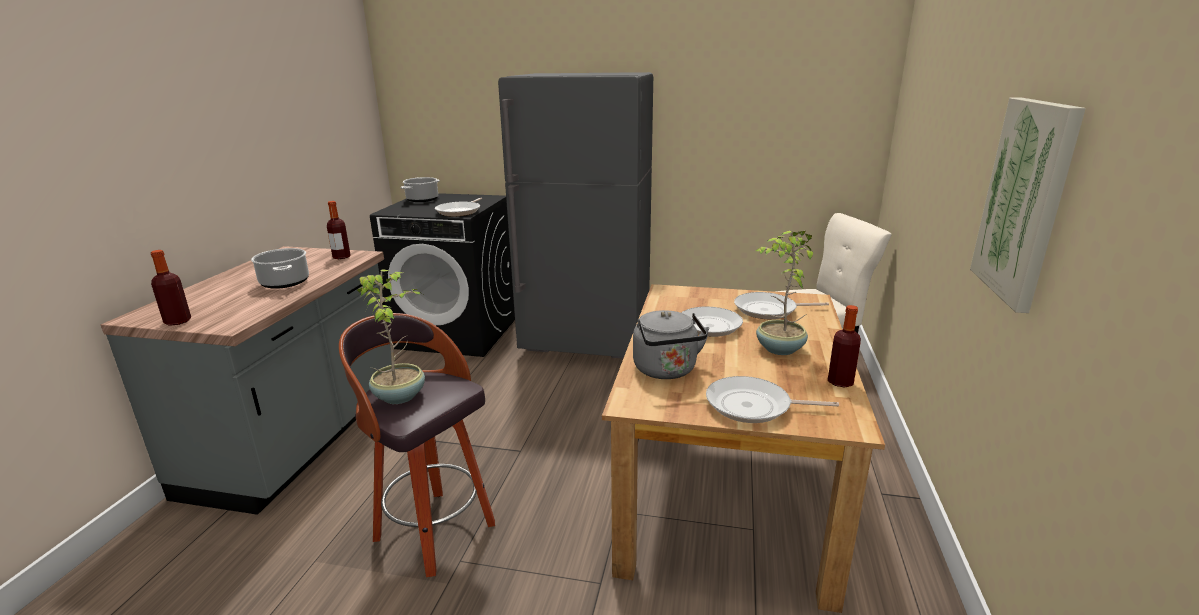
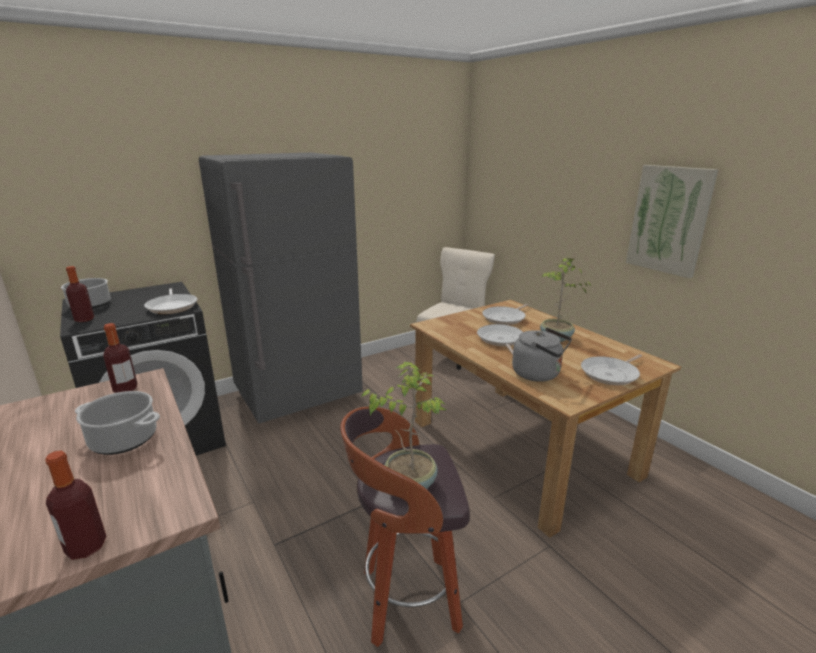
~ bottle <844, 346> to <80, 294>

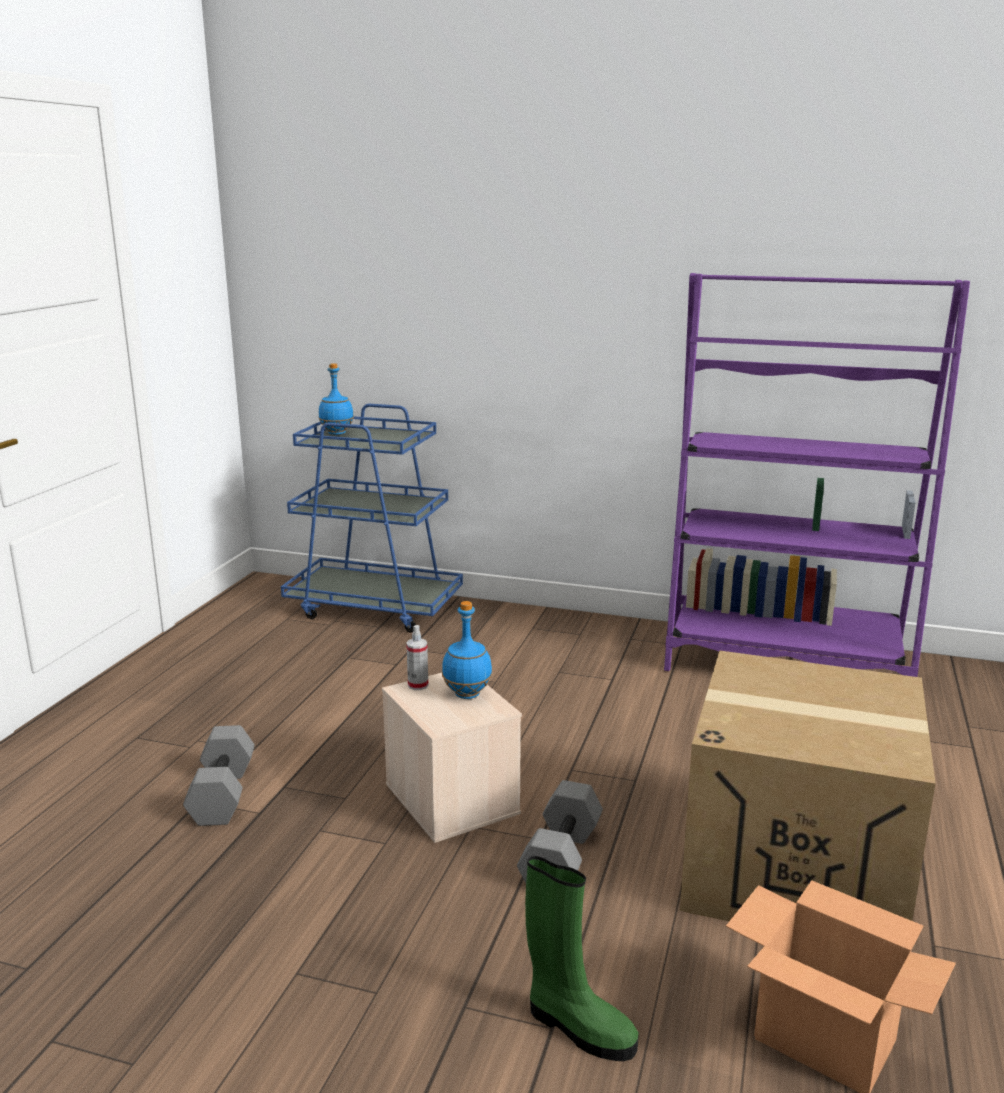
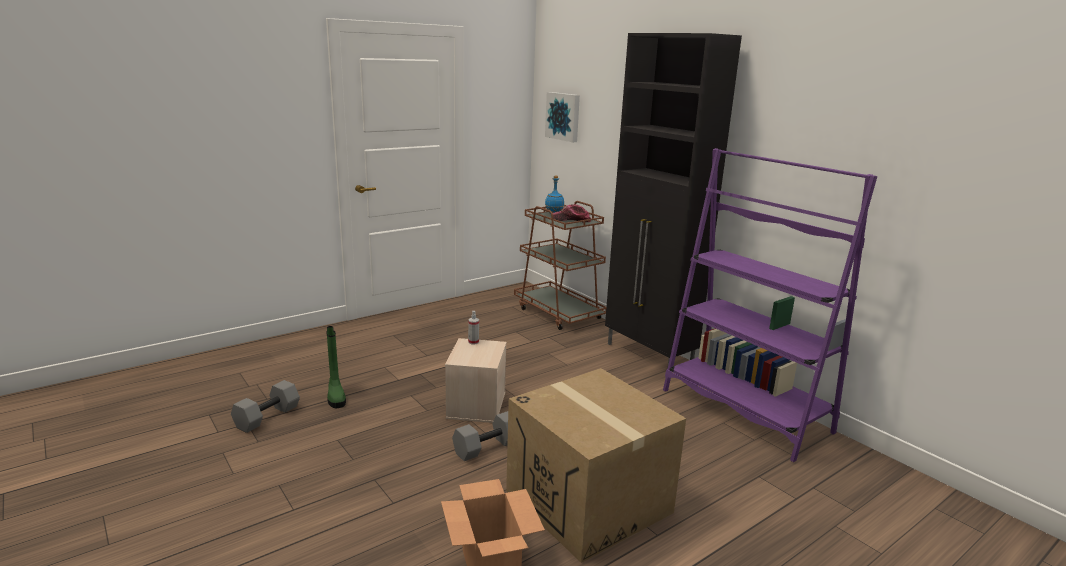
~ blue_cart <372, 518> to brown_cart <560, 265>
- blue_bottle <467, 650>
~ grey_dumbbell <219, 775> to <265, 406>
~ green_boot <582, 958> to <336, 367>
+ black_cabinet <673, 201>
+ picture <562, 117>
+ cap <572, 213>

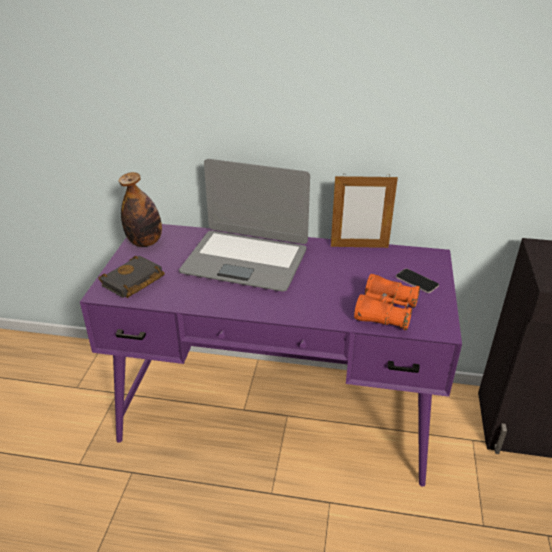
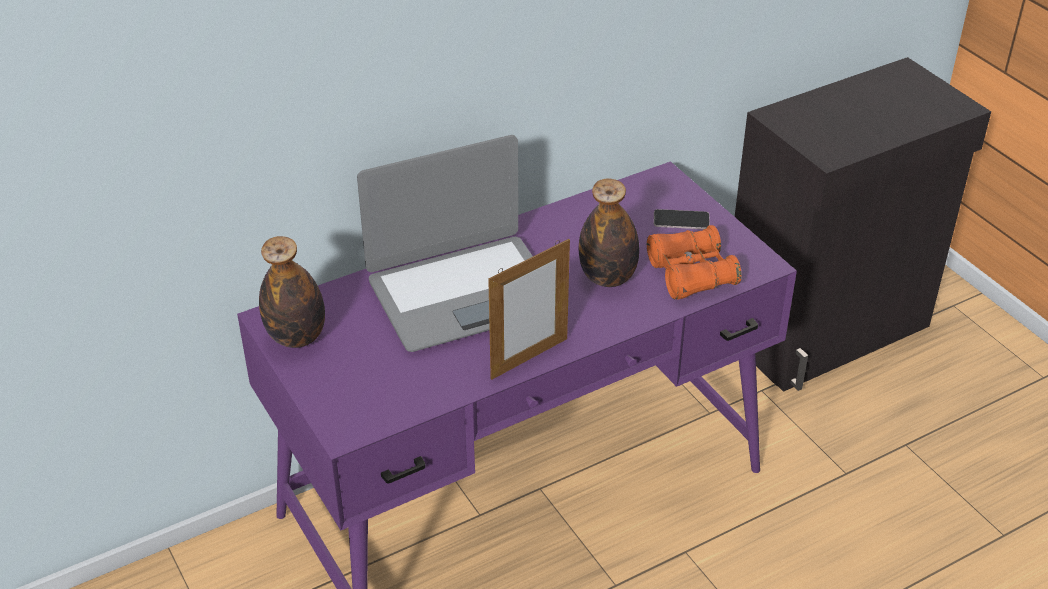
~ picture_frame <364, 211> to <529, 309>
- black_book <131, 277>
+ bottle <609, 232>

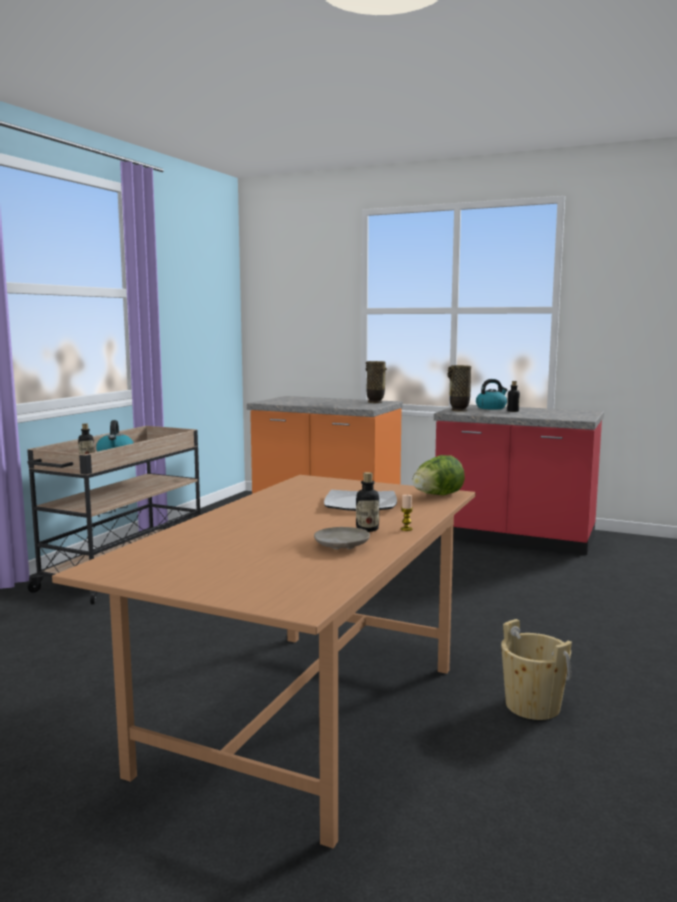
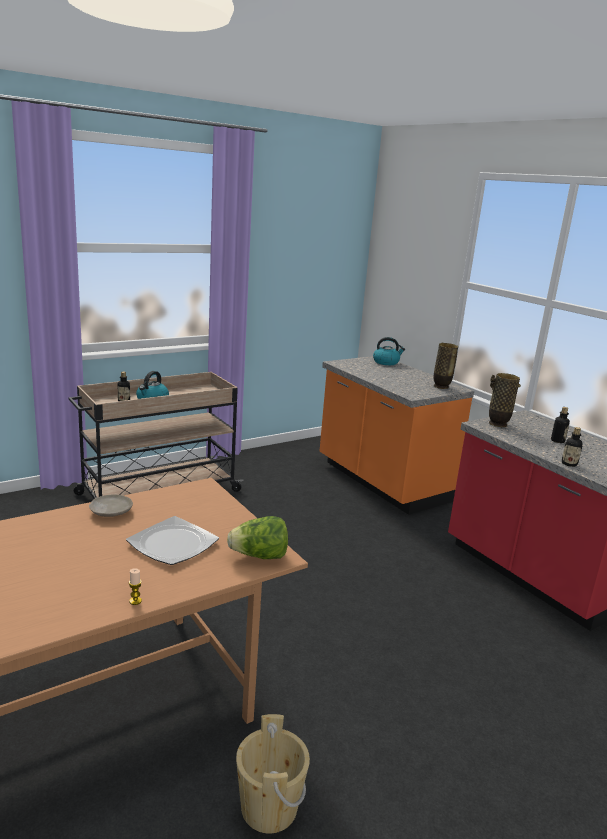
~ kettle <492, 394> to <389, 351>
~ bottle <367, 502> to <572, 447>
~ beige_plate <342, 538> to <111, 506>

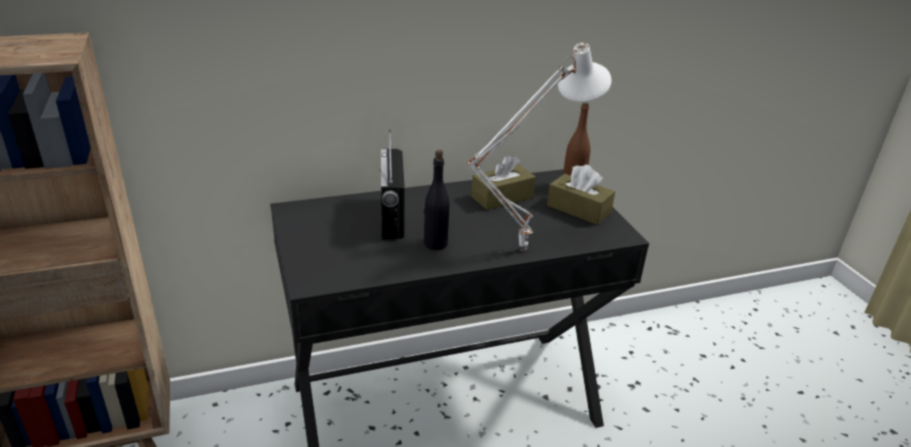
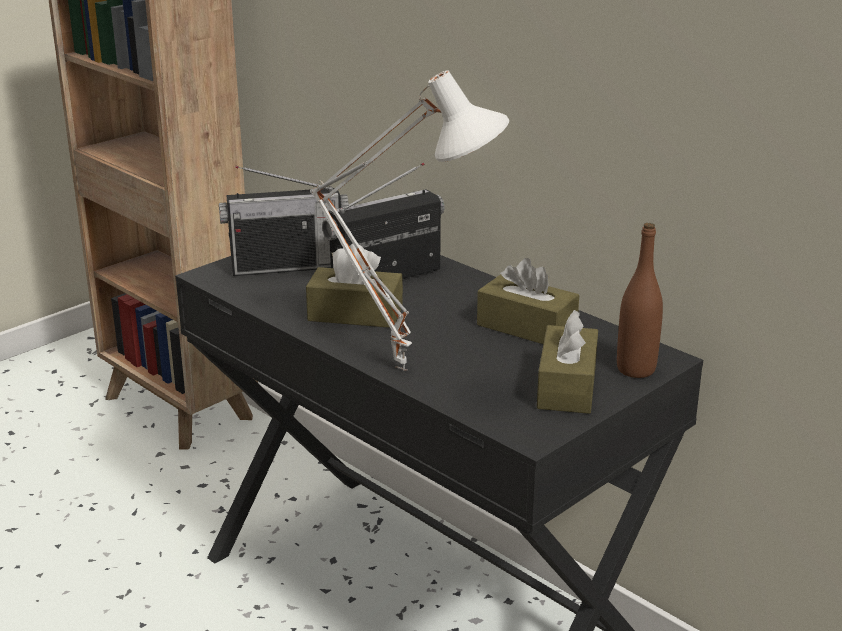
~ black_bottle <436, 200> to brown_tissue_box <354, 286>
+ radio <284, 221>

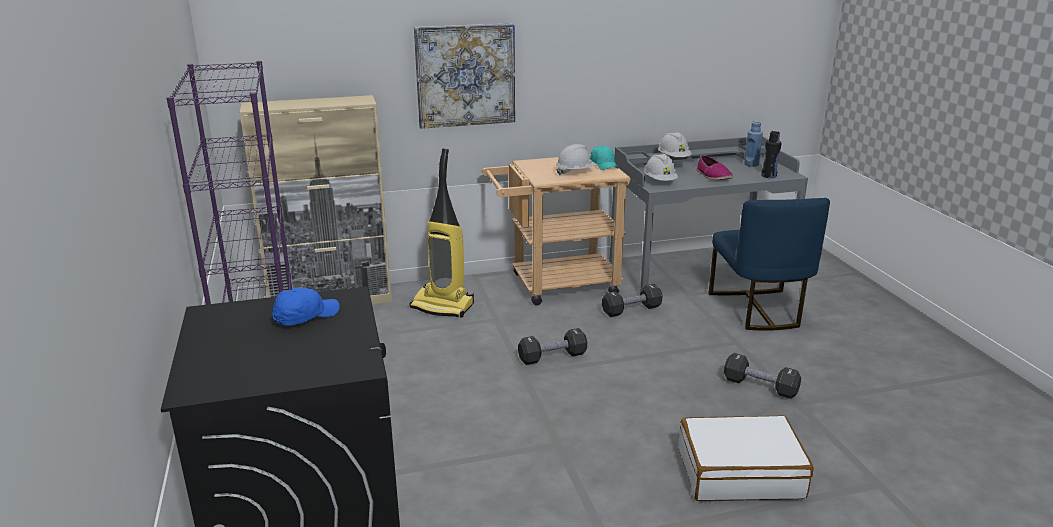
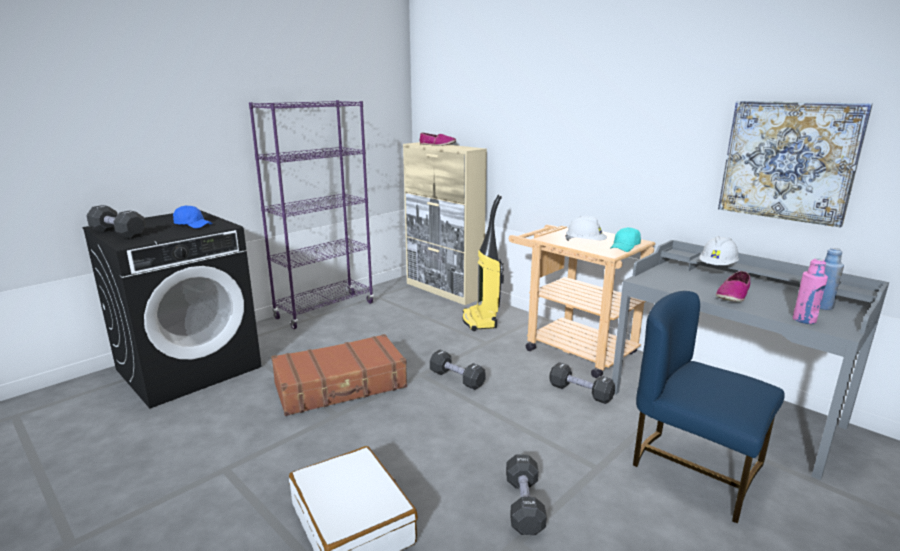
~ picture <464, 76> to <795, 164>
~ black_bottle <771, 154> to pink_bottle <810, 291>
- white_hard_hat <661, 167>
~ blue_chair <769, 264> = <709, 407> 75 degrees clockwise
+ shoe <438, 139>
+ black_dumbbell <116, 222>
+ brown_suitcase <339, 375>

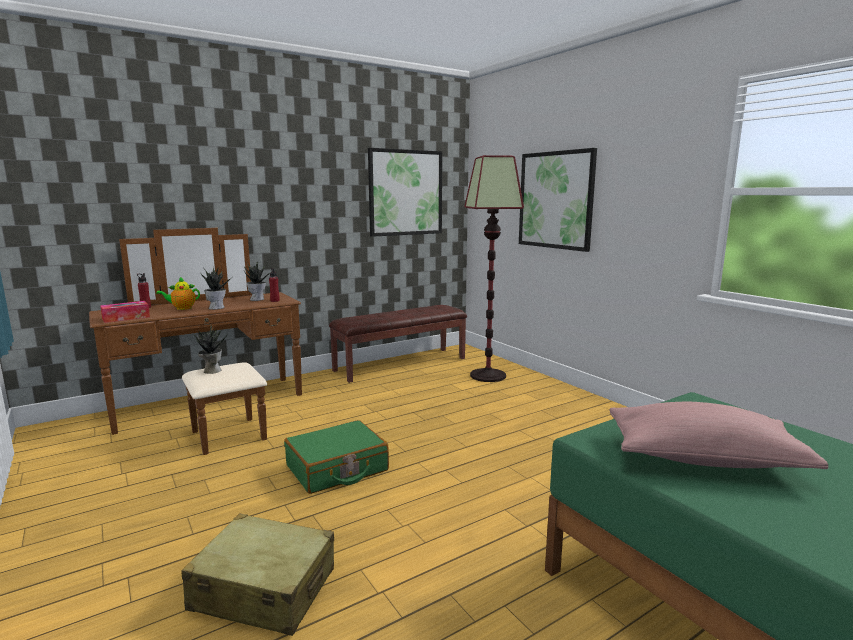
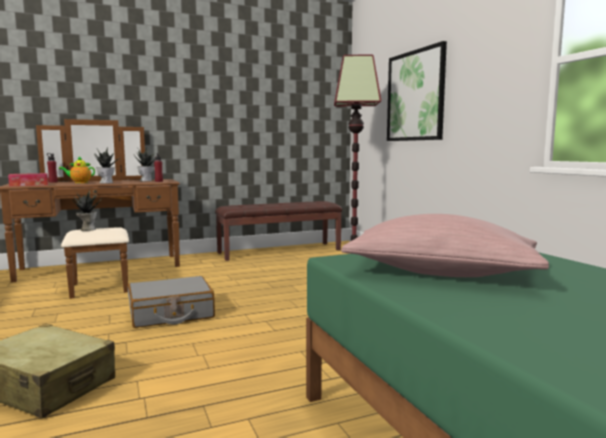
- picture <405, 192>
~ green_suitcase <336, 457> to grey_suitcase <171, 302>

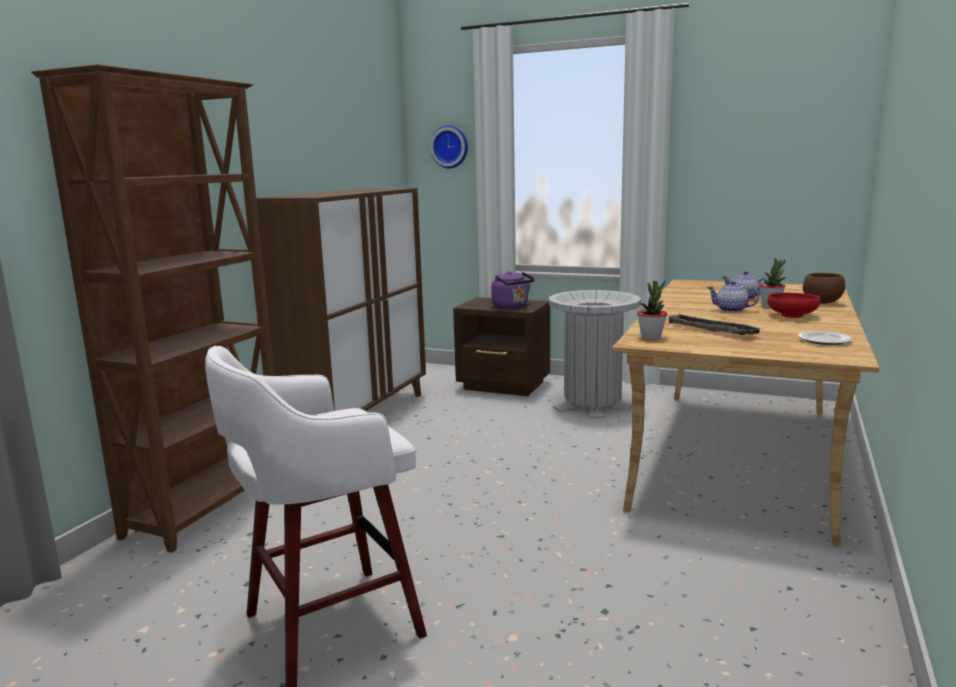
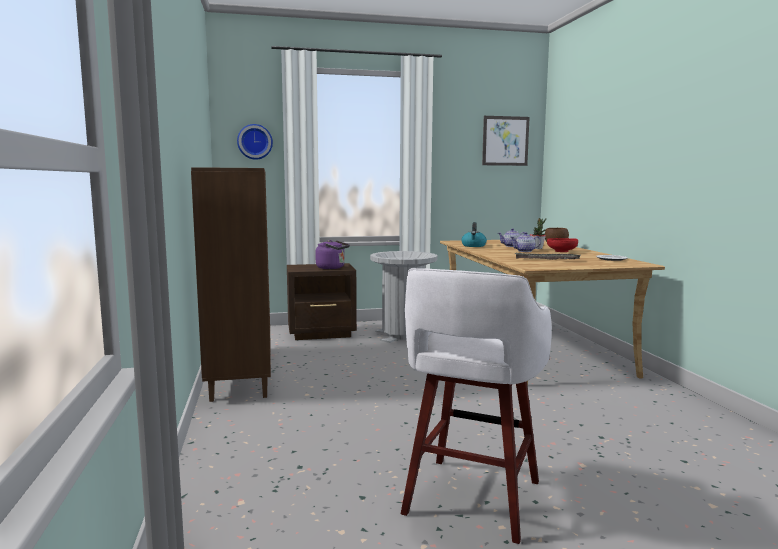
- brown_bookcase <152, 308>
- potted_plant <652, 310>
+ picture <506, 141>
+ kettle <474, 234>

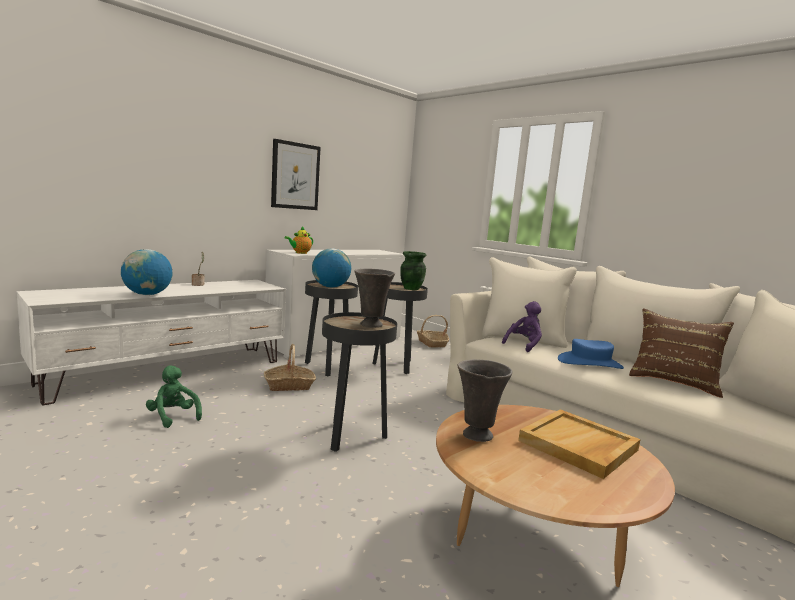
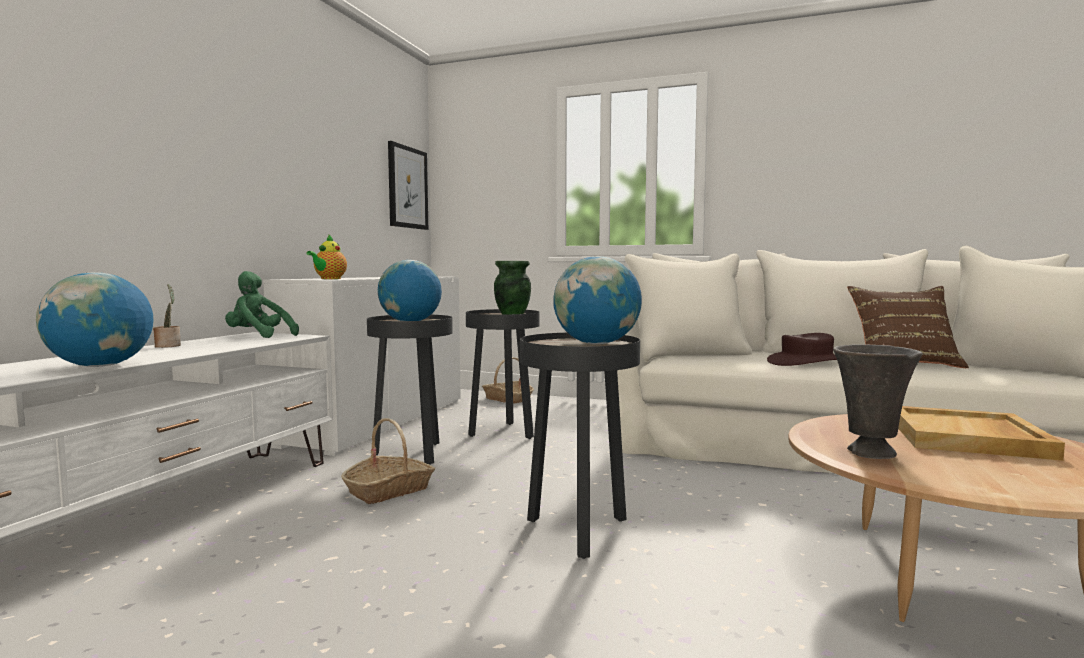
~ picture <296, 174> to <408, 185>
~ grey_vase <375, 298> to globe <598, 300>
- purple_plush_toy <522, 326>
~ blue_hat <591, 354> to brown_hat <802, 349>
~ green_plush_toy <174, 396> to <262, 304>

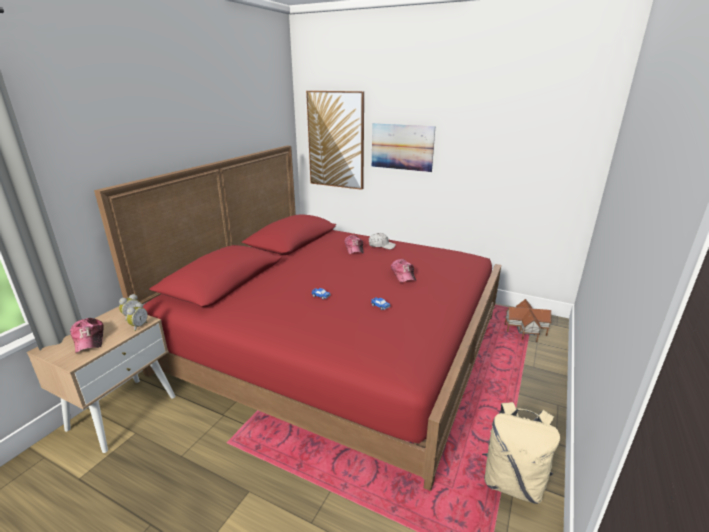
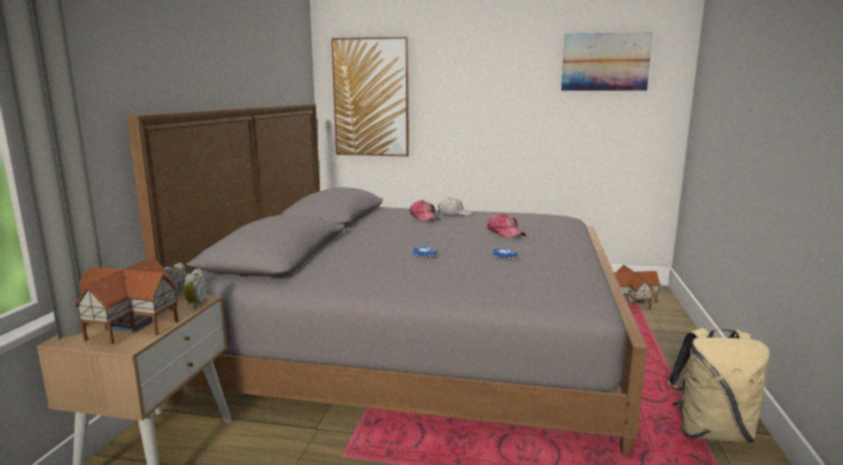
~ picture <403, 147> to <607, 61>
~ red_bed <297, 318> to grey_bed <387, 280>
~ cap <87, 335> to toy_house <126, 300>

